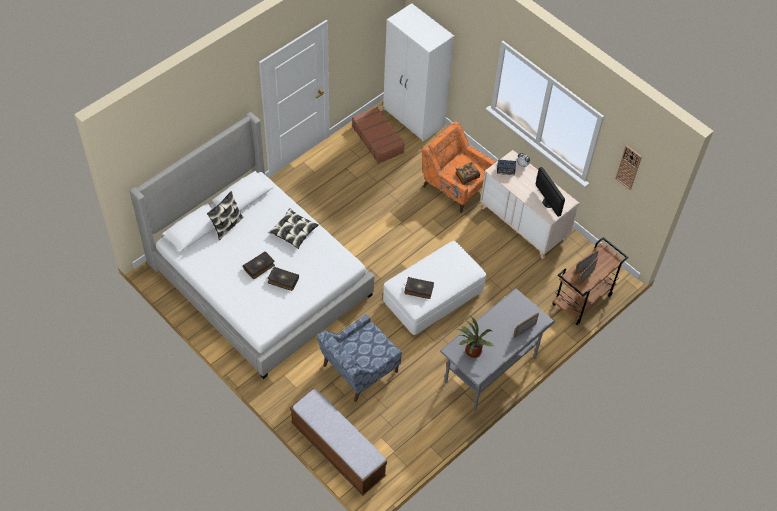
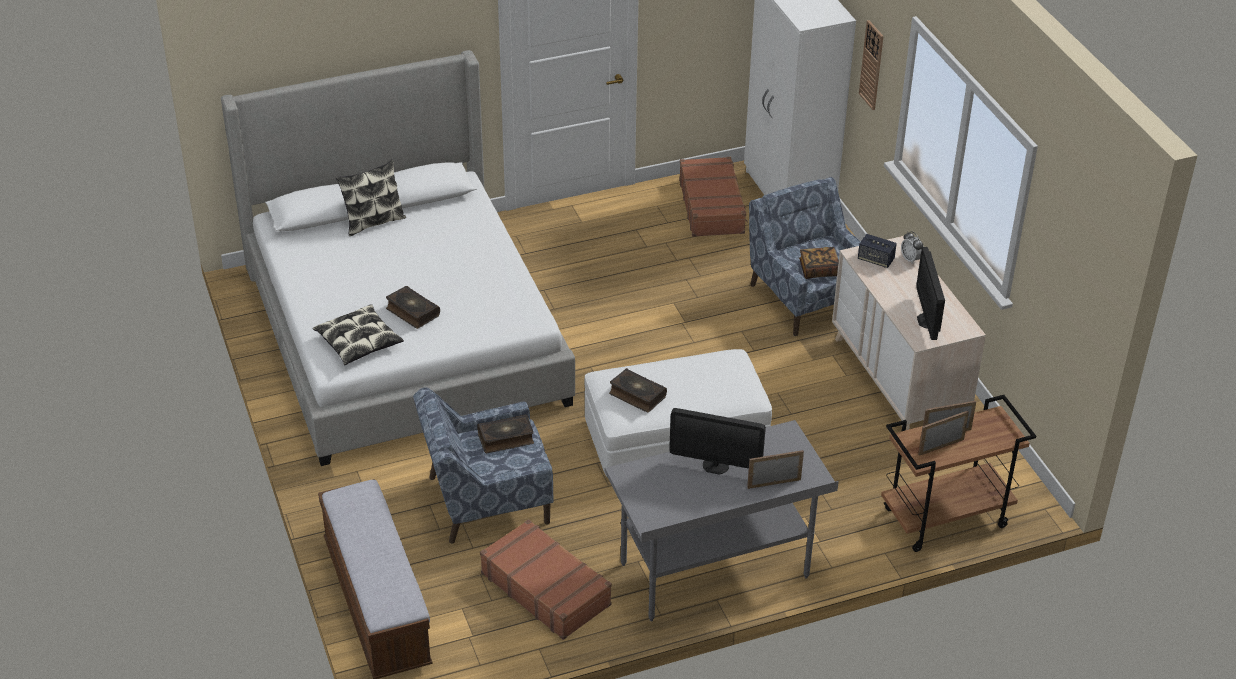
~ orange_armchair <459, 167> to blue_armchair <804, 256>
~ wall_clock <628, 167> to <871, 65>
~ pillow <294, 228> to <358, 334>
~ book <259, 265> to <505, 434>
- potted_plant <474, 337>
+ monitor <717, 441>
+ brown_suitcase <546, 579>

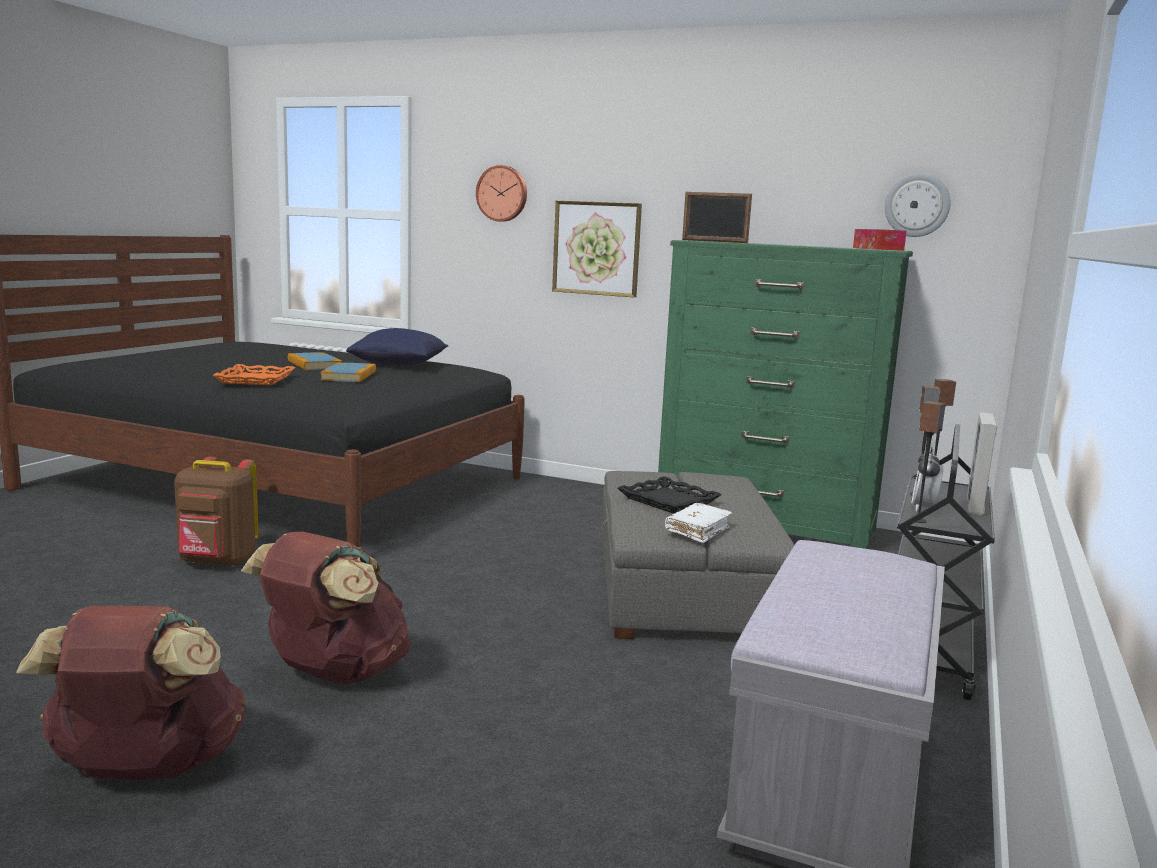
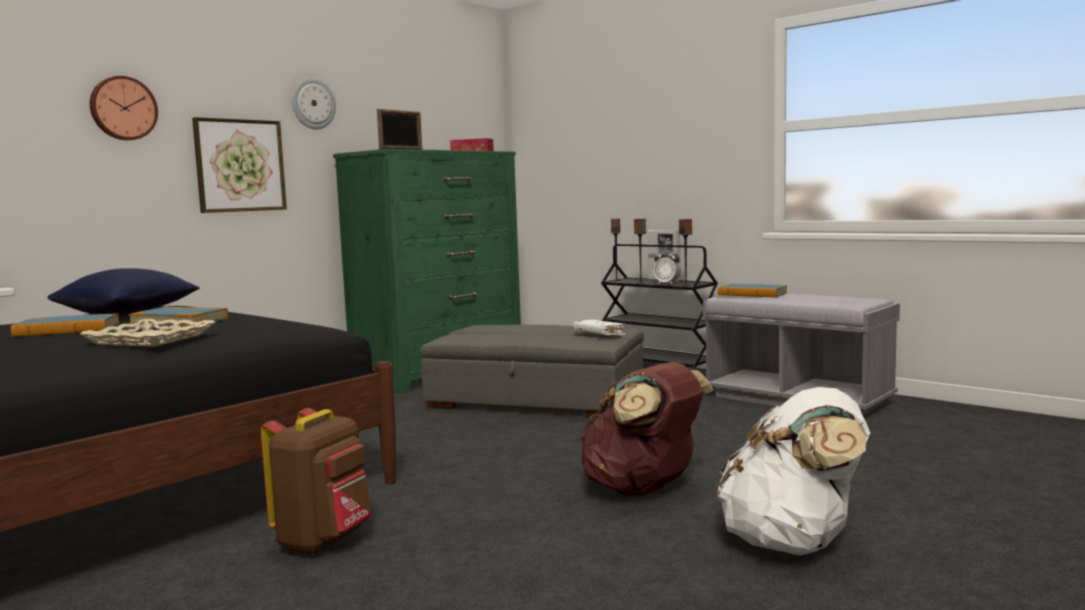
~ wall_clock <918, 205> to <314, 103>
~ orange_tray <254, 374> to beige_tray <147, 333>
- black_tray <670, 494>
~ brown_backpack <131, 693> to white_backpack <793, 471>
+ book <752, 291>

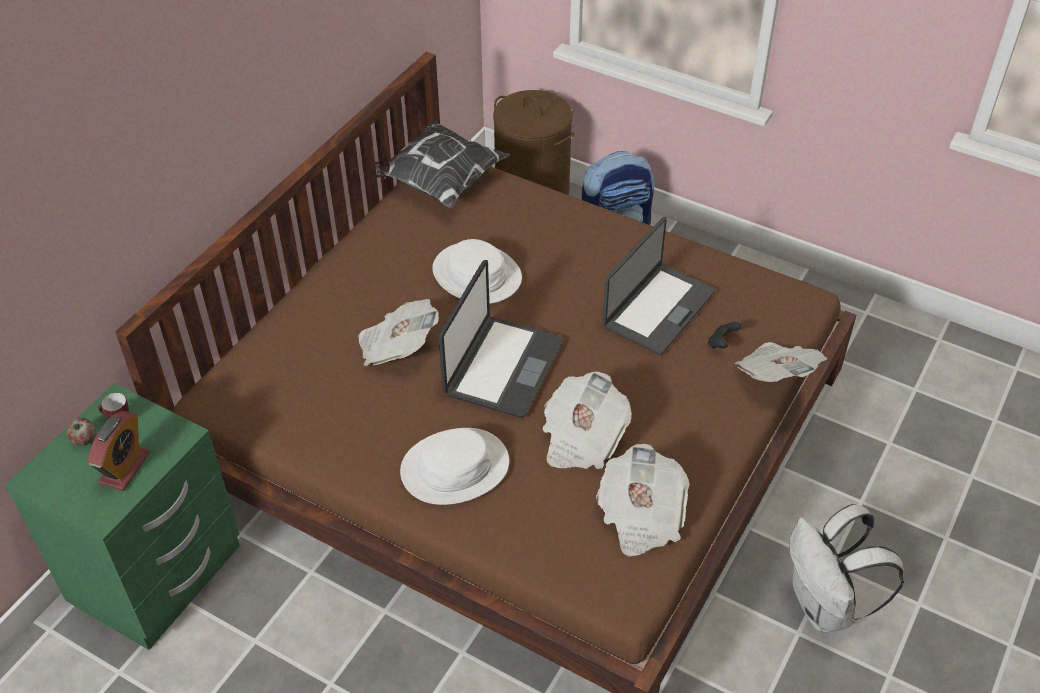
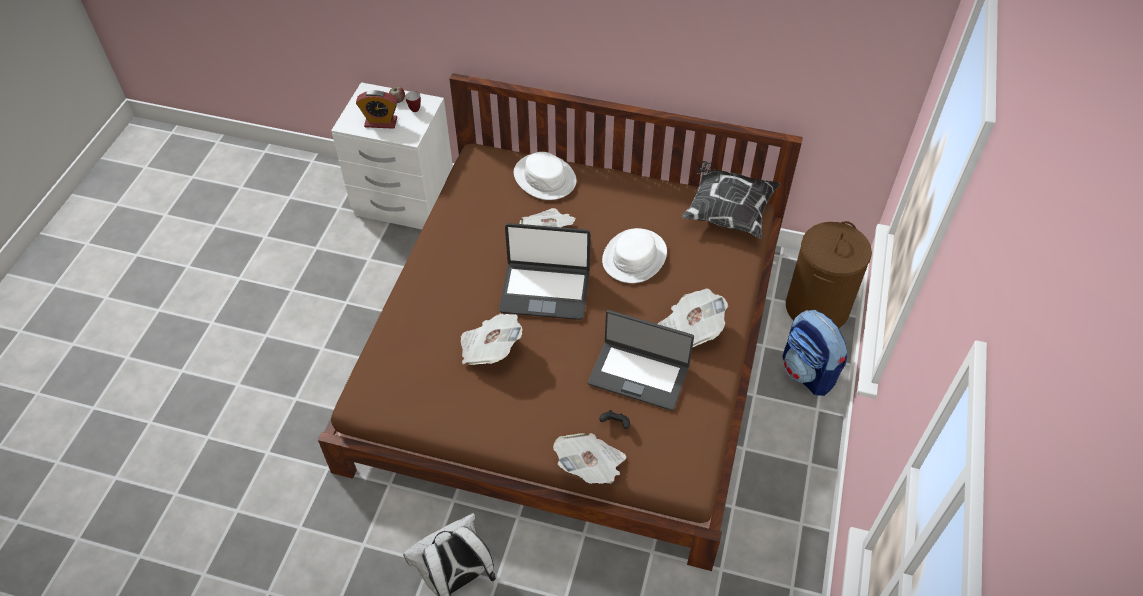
~ green_nightstand <123, 516> to white_nightstand <392, 155>
~ white_hat <454, 466> to <545, 176>
~ newspaper <643, 500> to <693, 318>

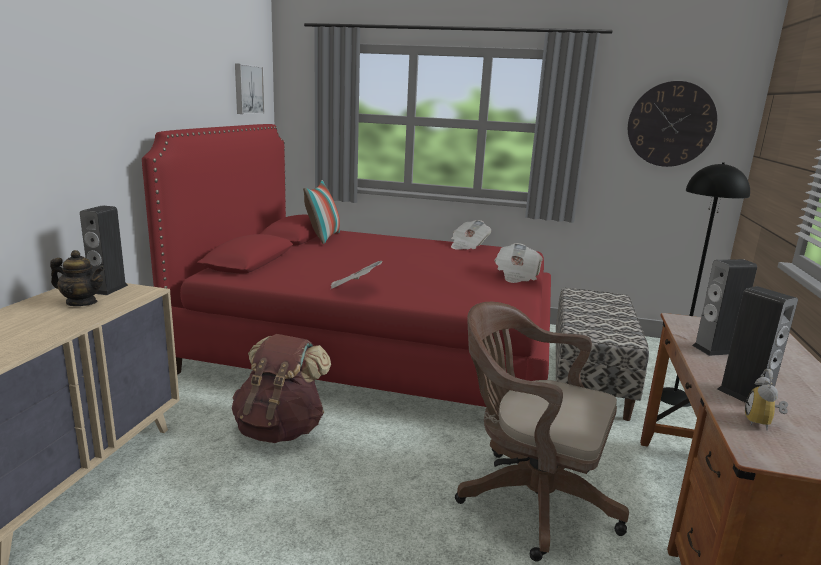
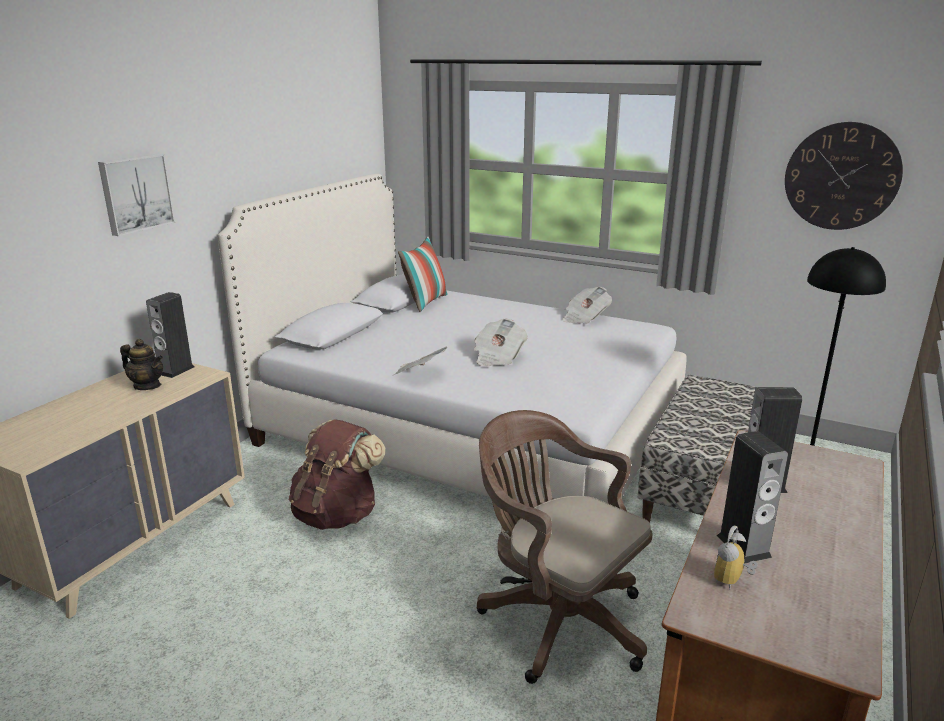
~ picture <250, 88> to <136, 195>
~ red_bed <346, 265> to white_bed <451, 340>
~ newspaper <519, 263> to <500, 342>

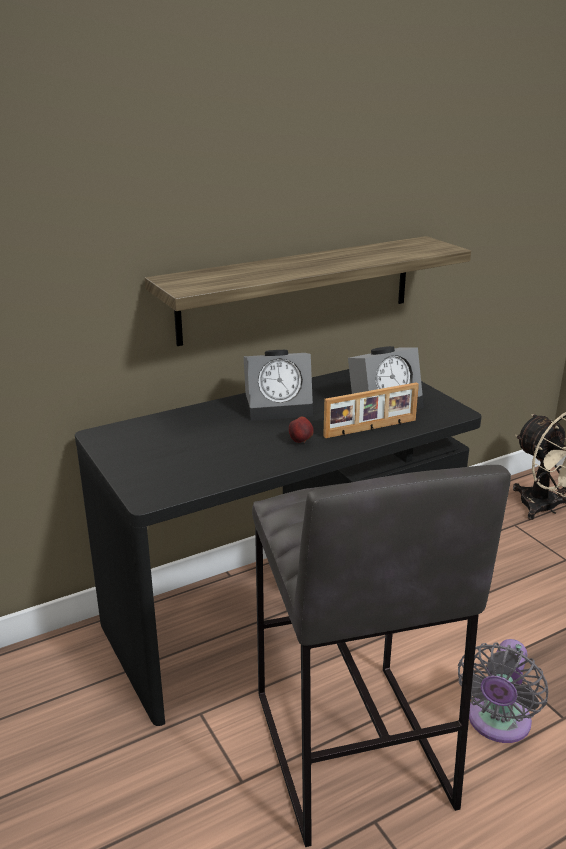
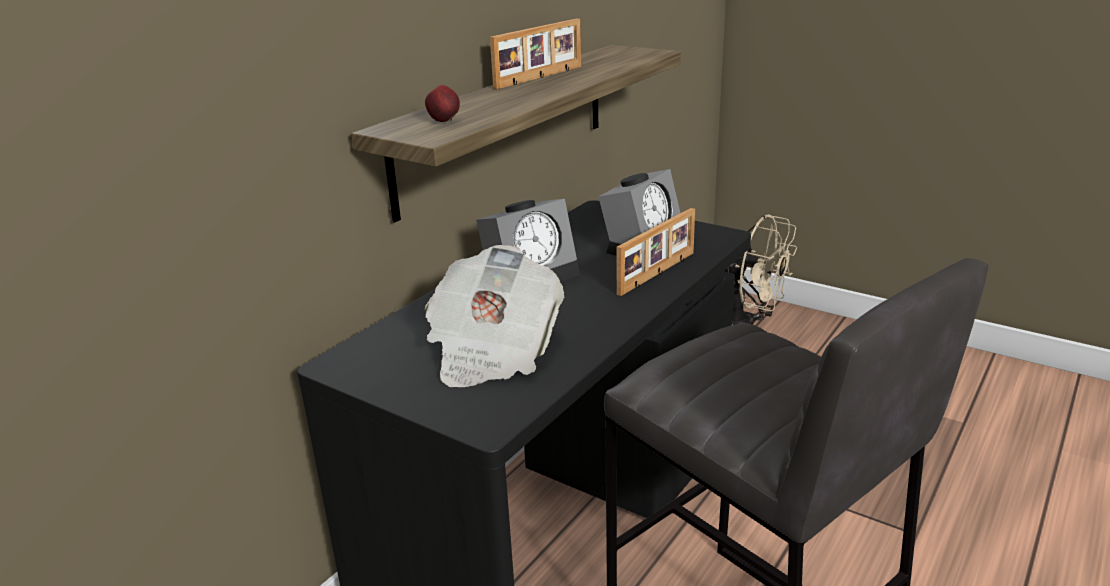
~ apple <301, 430> to <442, 103>
- grey_fan <503, 691>
+ picture_frame <535, 53>
+ newspaper <494, 316>

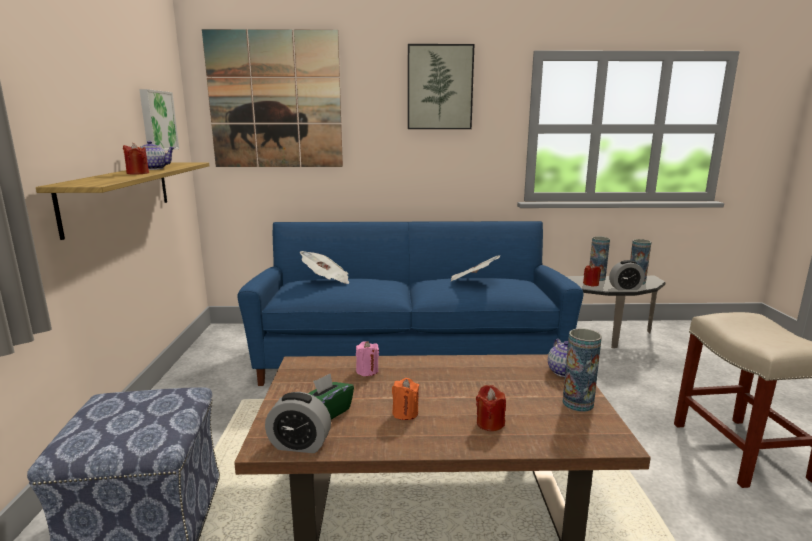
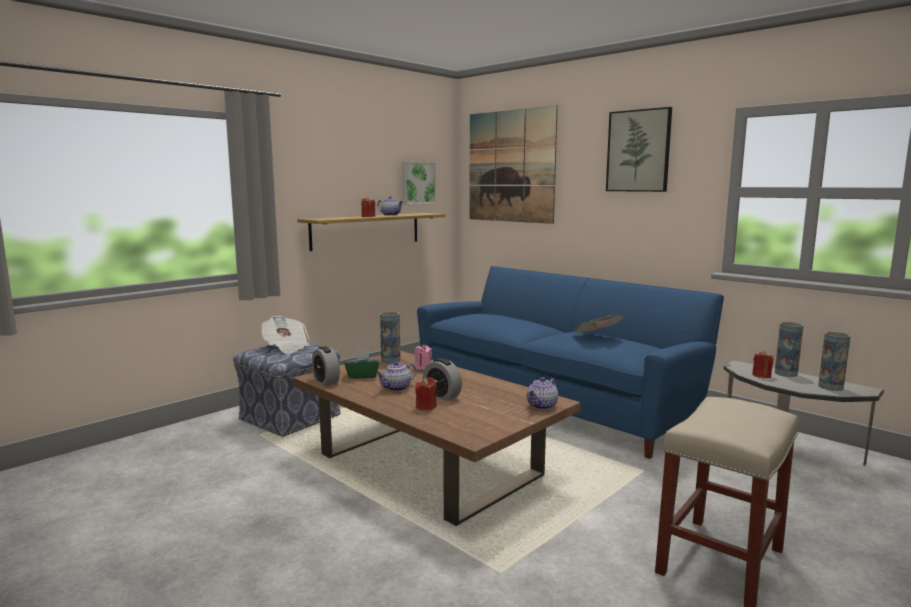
~ newspaper <324, 267> to <285, 335>
~ alarm_clock <627, 275> to <442, 379>
~ vase <582, 370> to <390, 338>
~ orange_candle <405, 399> to teapot <396, 376>

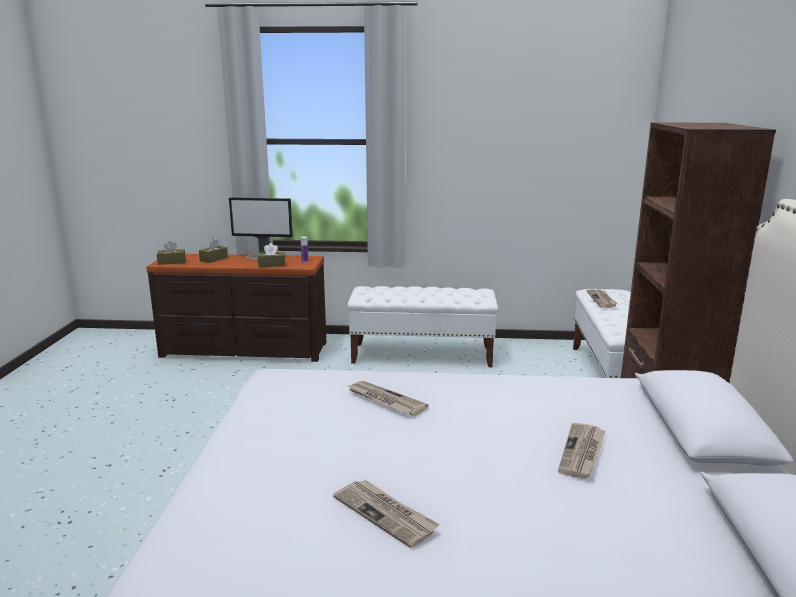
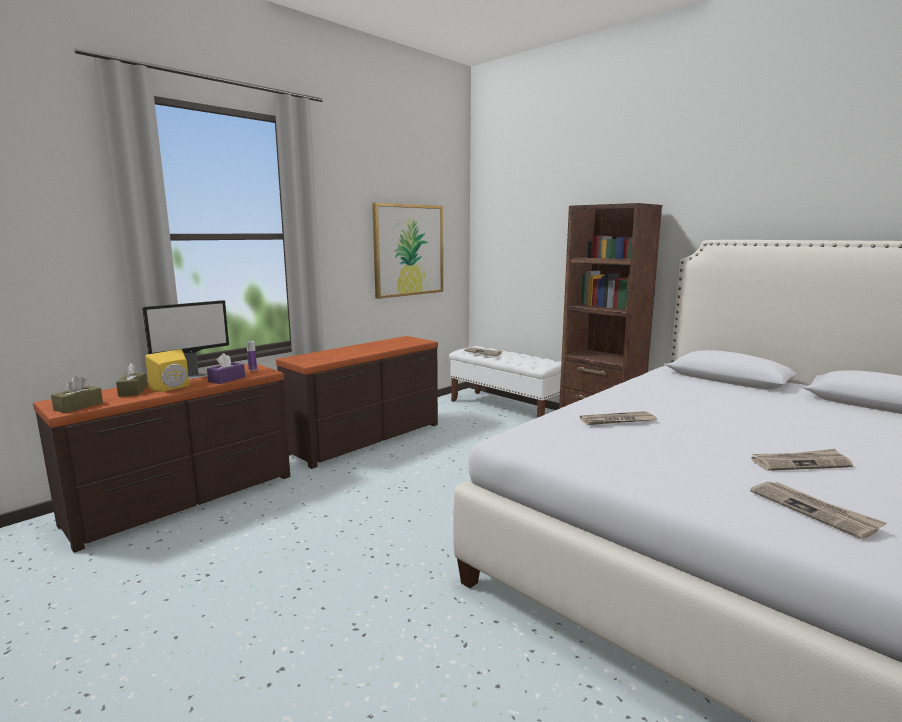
~ brown_tissue_box <271, 255> to purple_tissue_box <226, 368>
~ white_bench <422, 326> to brown_dresser <357, 402>
~ newspaper <581, 451> to <818, 510>
+ picture <407, 251>
+ yellow_speaker <167, 370>

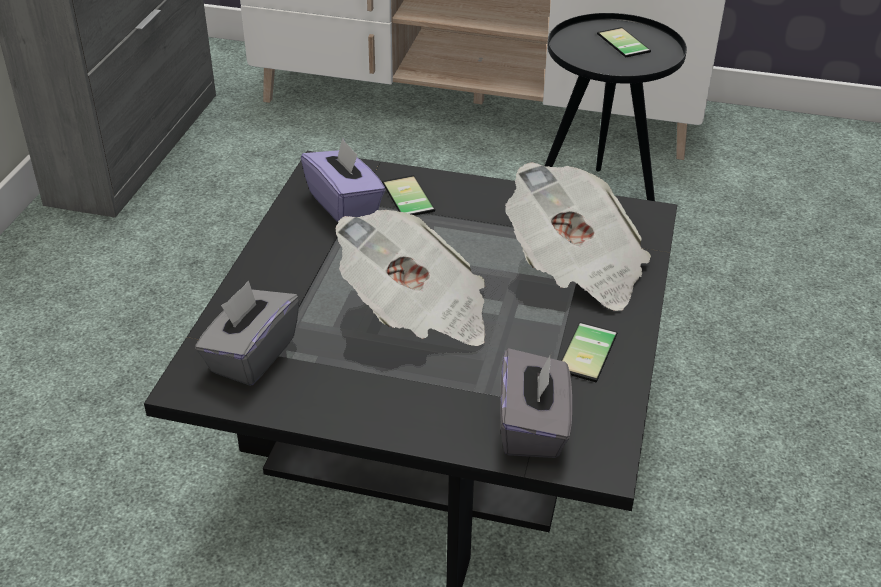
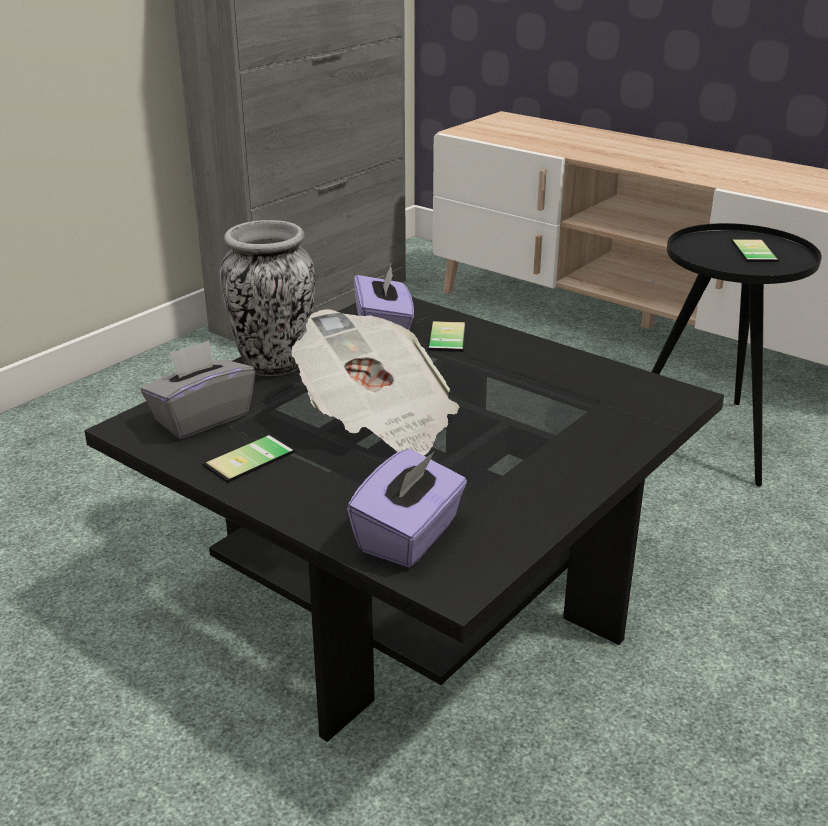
- newspaper <578, 236>
~ phone <589, 352> to <248, 458>
~ grey_tissue_box <536, 403> to purple_tissue_box <407, 508>
+ vase <267, 298>

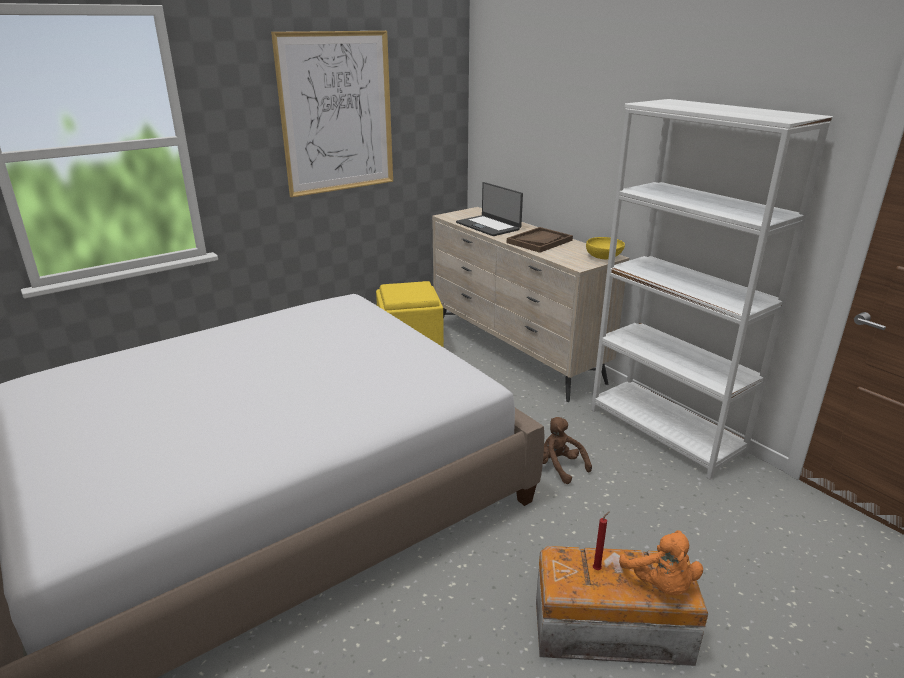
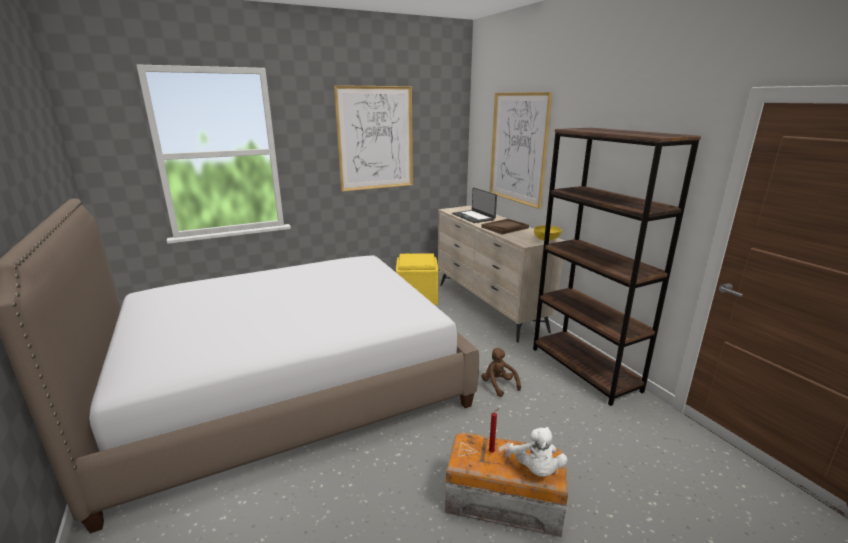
~ white_bookcase <712, 289> to brown_bookcase <617, 267>
~ orange_plush_toy <661, 563> to white_plush_toy <537, 452>
+ picture <521, 150>

